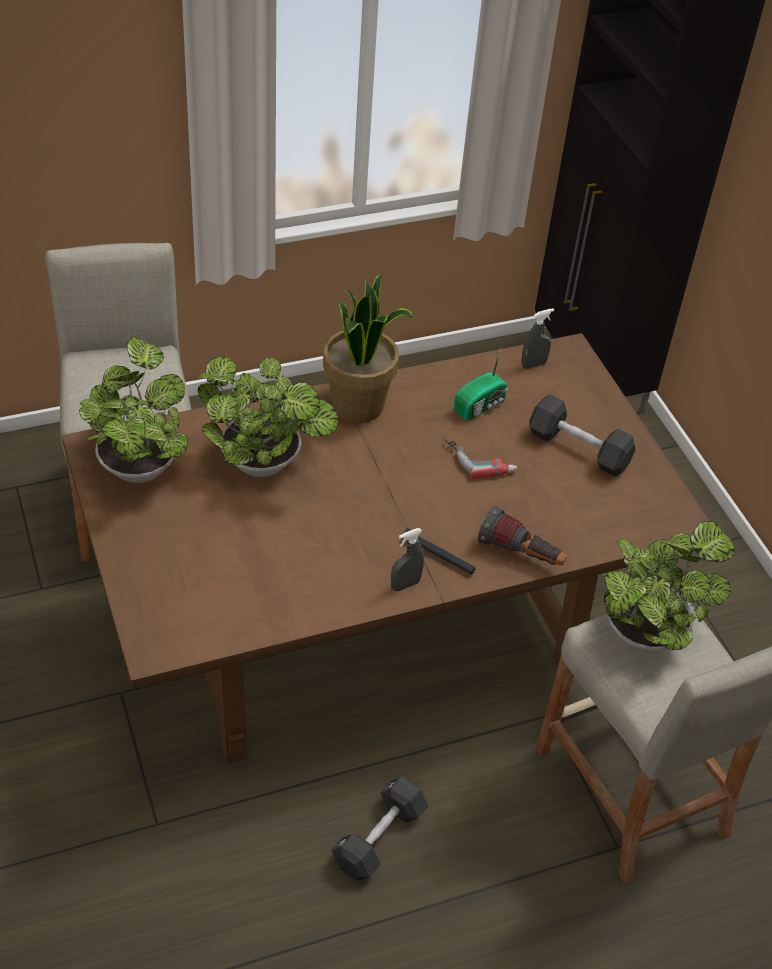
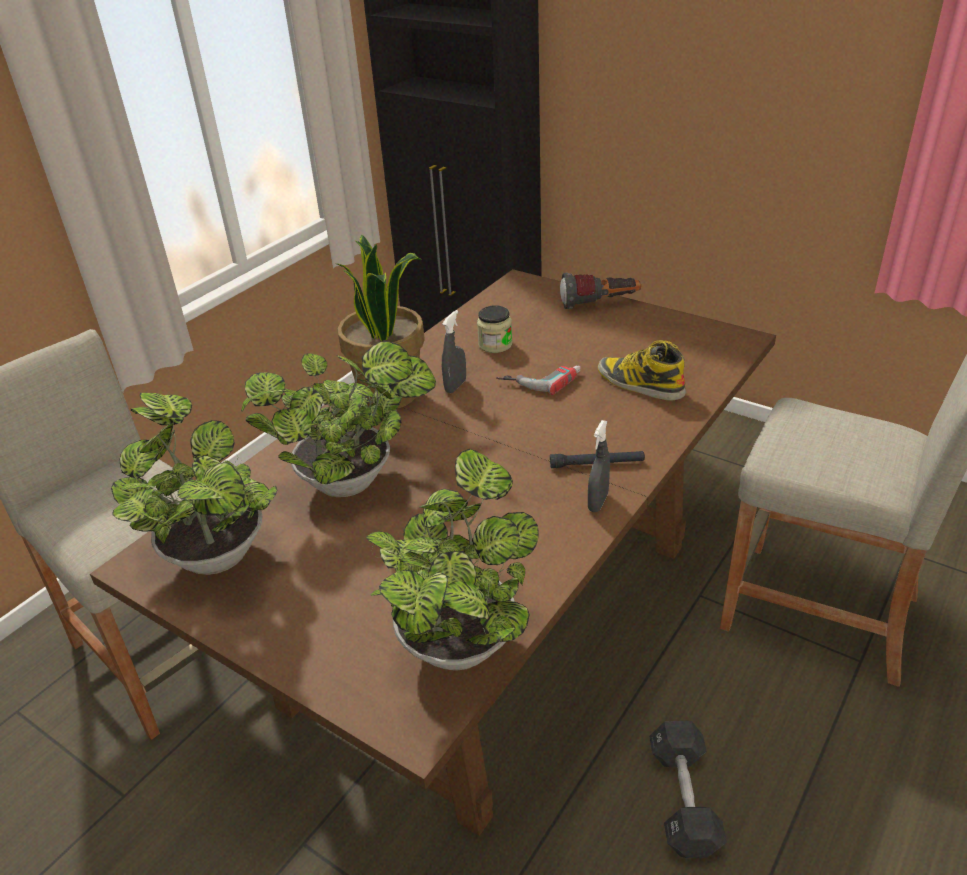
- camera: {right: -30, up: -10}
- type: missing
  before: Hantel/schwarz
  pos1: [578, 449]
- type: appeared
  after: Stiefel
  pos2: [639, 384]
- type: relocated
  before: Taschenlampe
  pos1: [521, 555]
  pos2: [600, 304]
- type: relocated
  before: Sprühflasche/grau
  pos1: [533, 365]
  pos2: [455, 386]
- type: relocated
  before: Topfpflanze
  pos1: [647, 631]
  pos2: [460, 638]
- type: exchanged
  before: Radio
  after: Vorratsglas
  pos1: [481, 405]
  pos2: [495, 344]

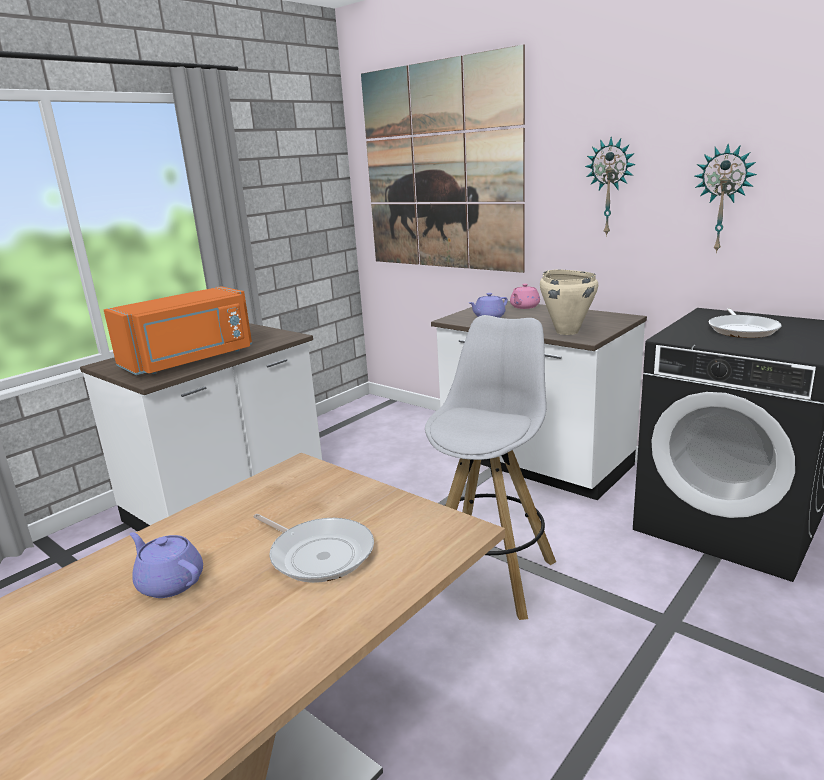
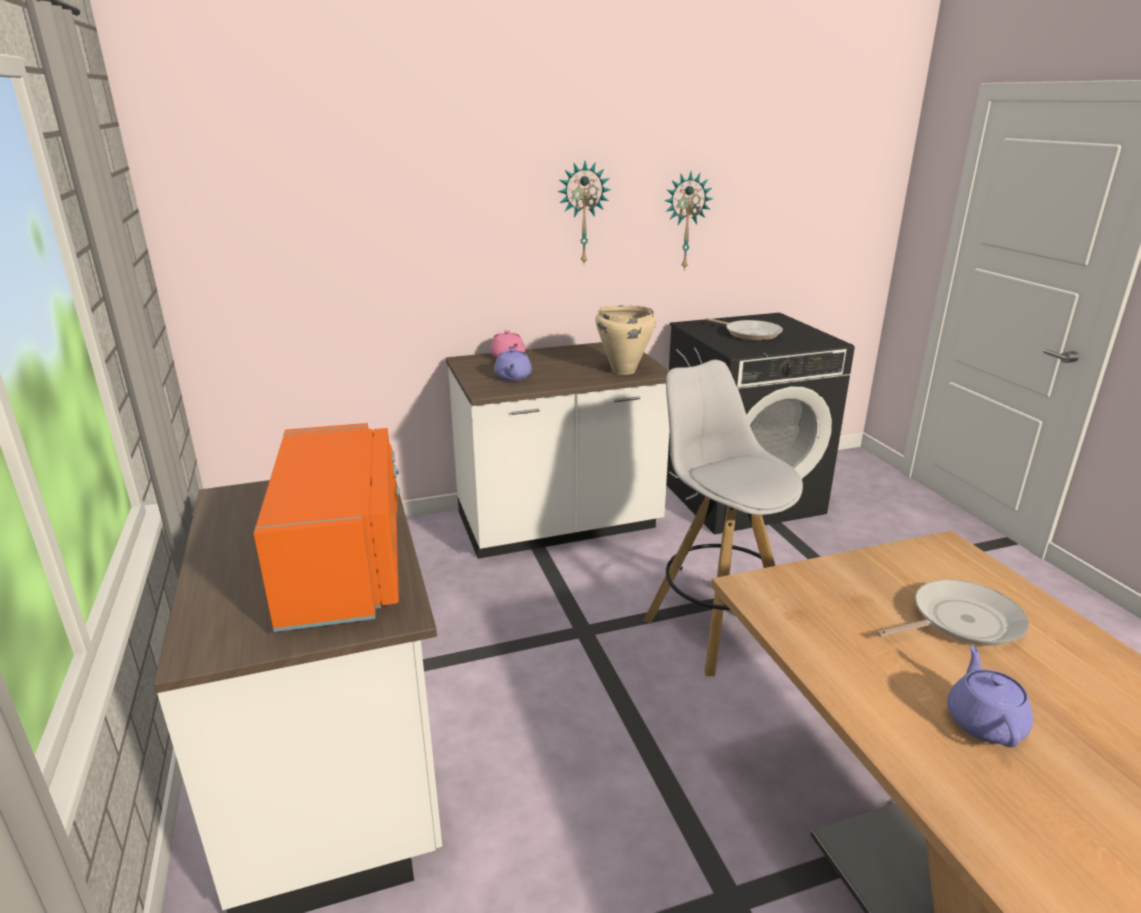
- camera: {right: -60, up: 5}
- type: missing
  before: Bild
  pos1: [440, 168]
- type: spun
  before: Teekanne/lila
  pos1: [170, 582]
  pos2: [984, 722]
  turn: 120

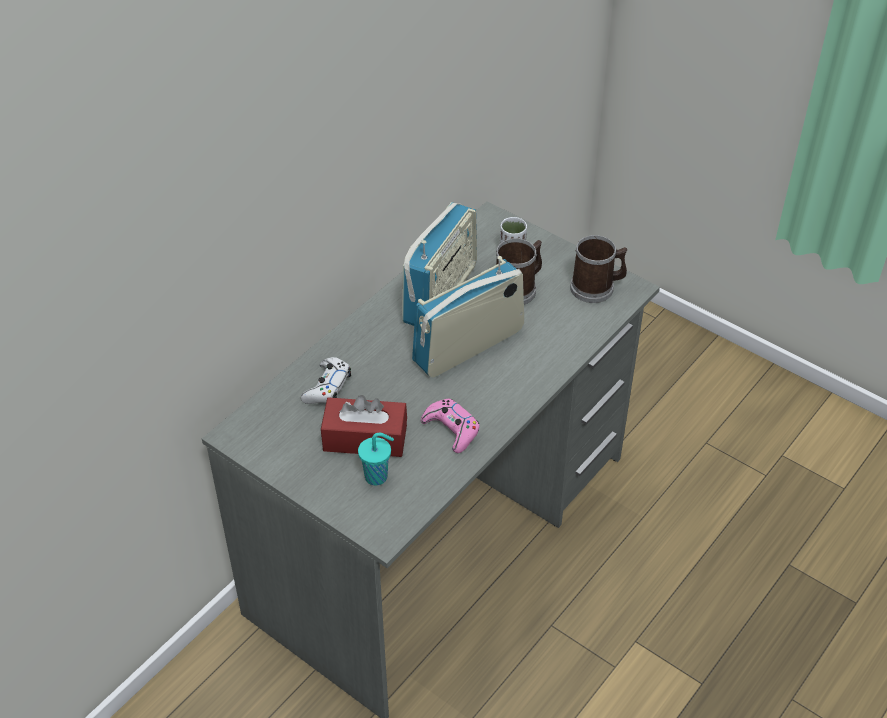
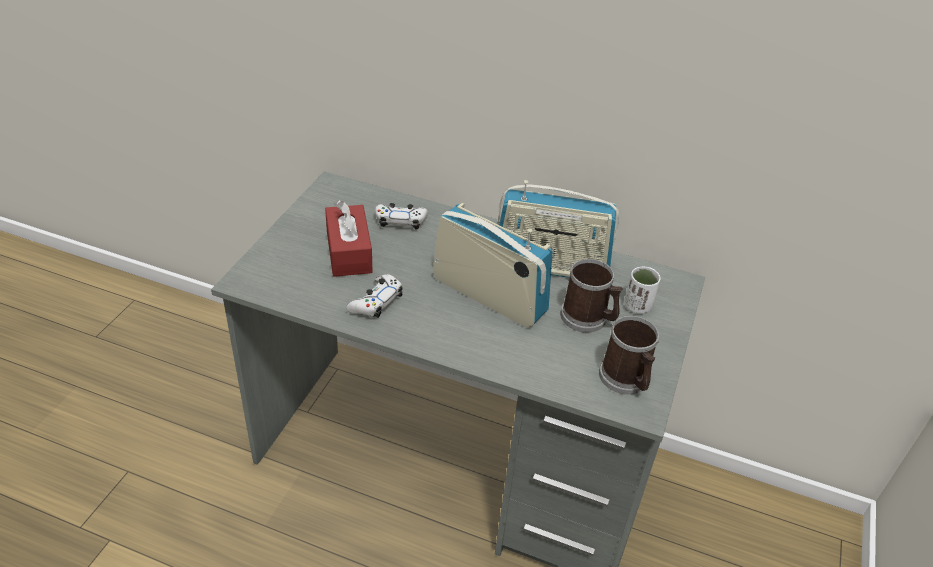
- camera: {right: 70, up: -5}
- type: missing
  before: Tasse/türkis
  pos1: [377, 477]
- type: colour
  before: Gamepad/rosa
  after: Gamepad/weiß
  pos1: [451, 429]
  pos2: [376, 302]

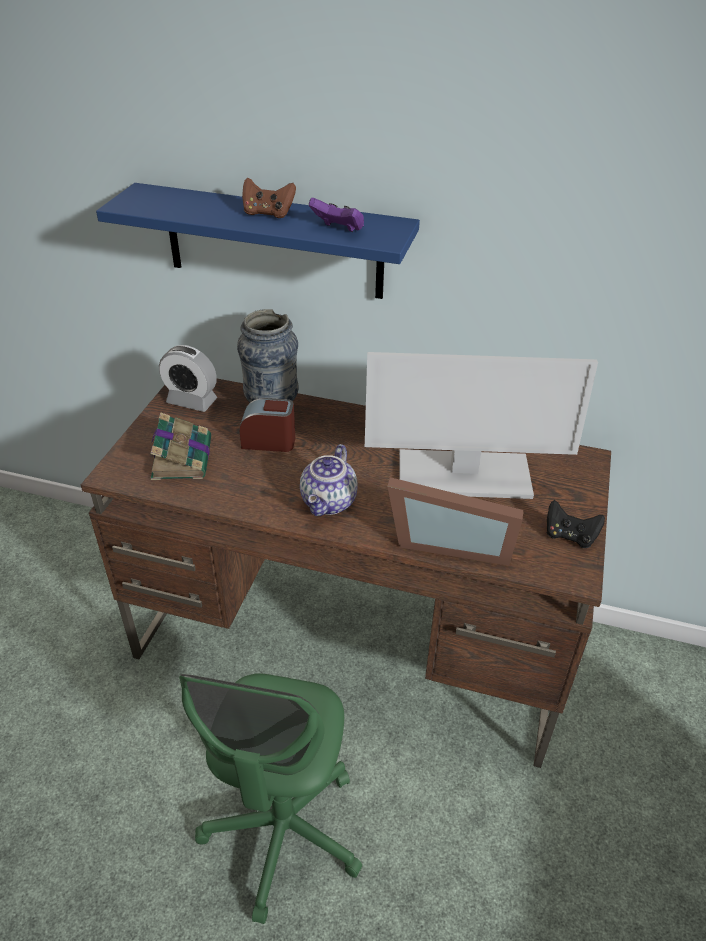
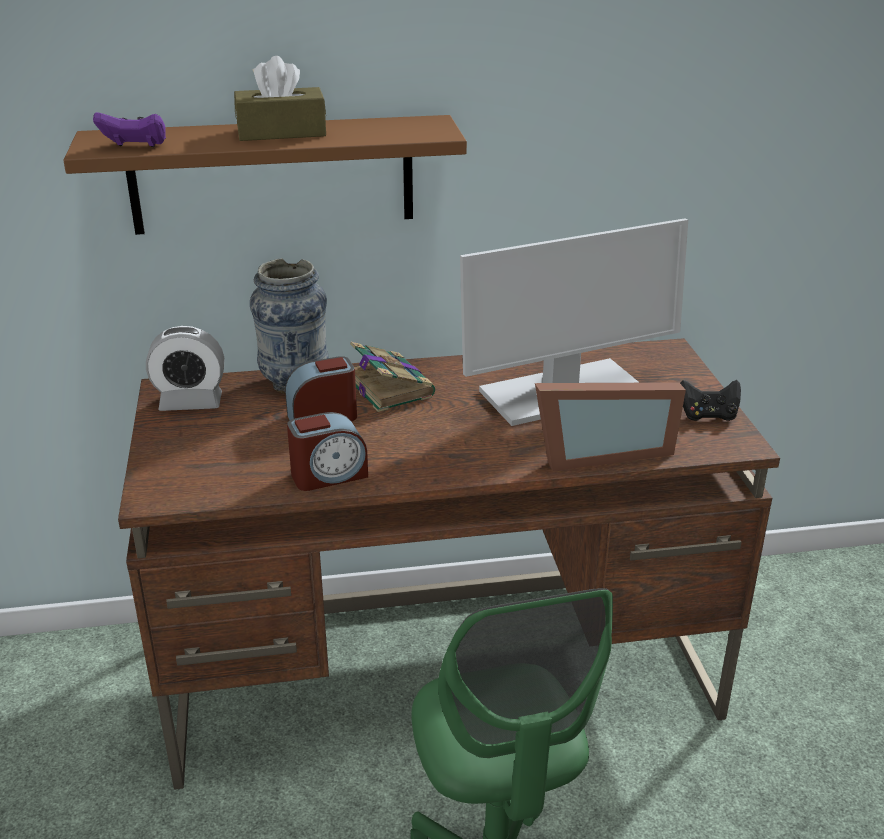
- camera: {right: -25, up: -10}
- type: missing
  before: Teekanne
  pos1: [330, 502]
- type: appeared
  after: Wecker
  pos2: [328, 475]
- type: relocated
  before: Buch
  pos1: [182, 457]
  pos2: [389, 387]
- type: relocated
  before: Gamepad/lila
  pos1: [338, 229]
  pos2: [136, 147]
- type: exchanged
  before: Gamepad/braun
  after: Taschentuchbox/braun
  pos1: [268, 213]
  pos2: [281, 132]
- type: colour
  before: Wandregal/blau
  after: Wandregal/braun
  pos1: [273, 242]
  pos2: [272, 175]

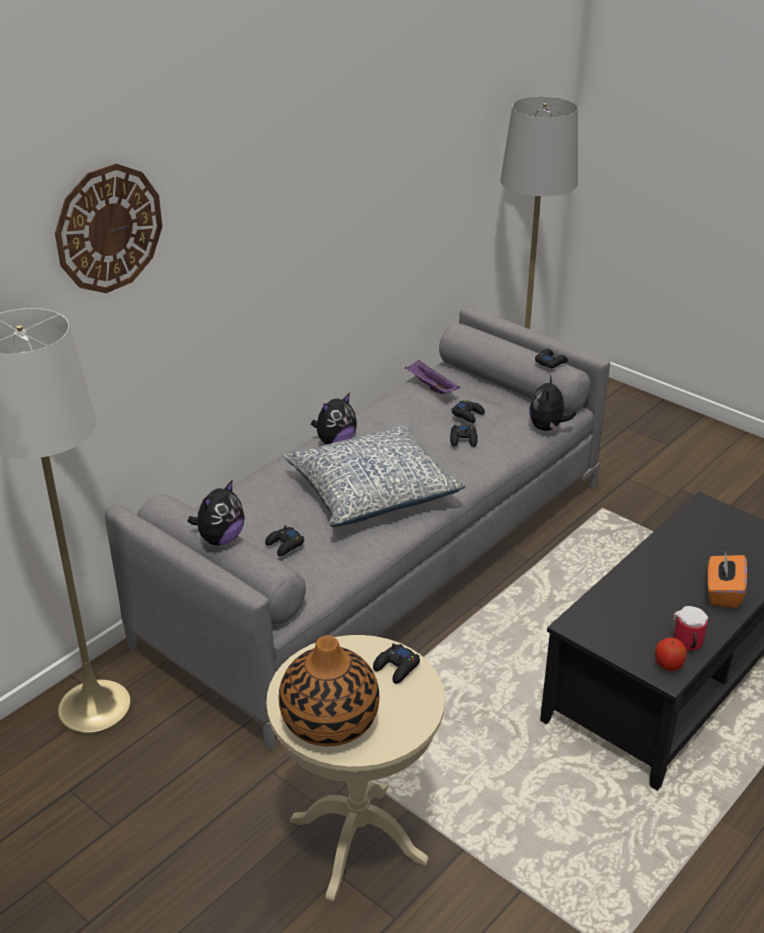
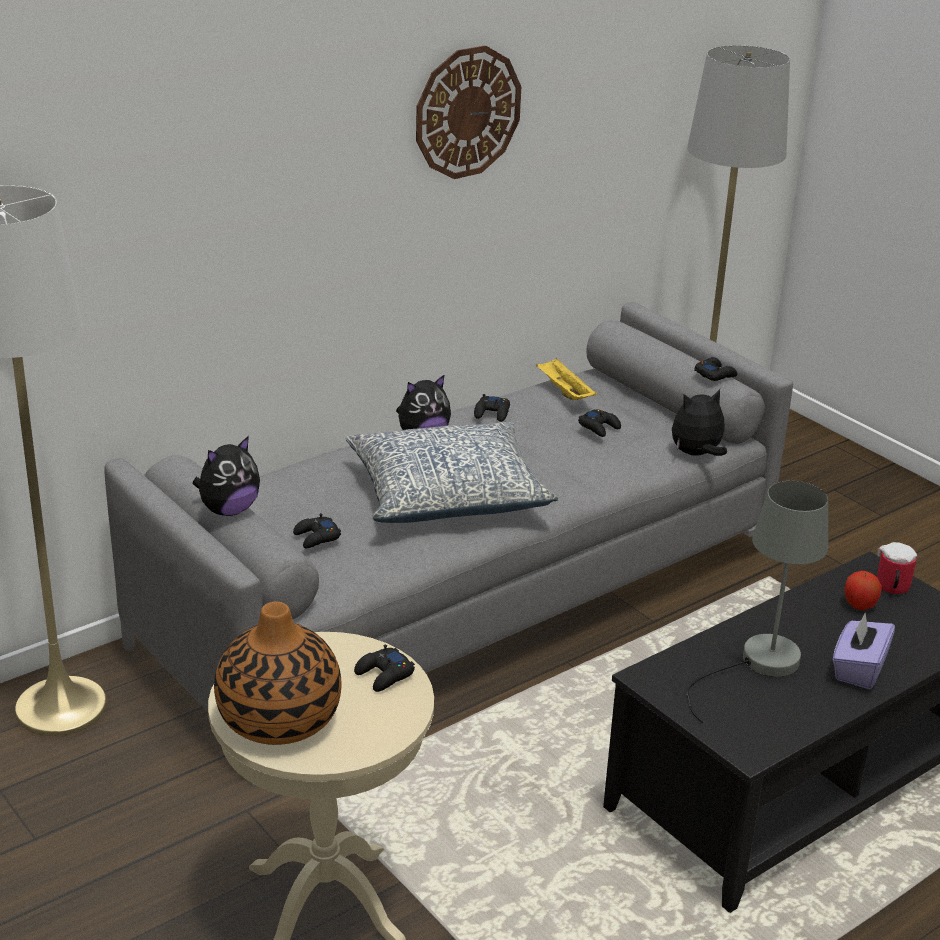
- camera: {right: 10, up: -5}
- type: appeared
  after: Tischlampe/grau
  pos2: [757, 666]
- type: relocated
  before: Wanduhr
  pos1: [108, 228]
  pos2: [467, 112]
- type: relocated
  before: Gamepad/schwarz
  pos1: [463, 439]
  pos2: [492, 413]
- type: relocated
  before: Apfel
  pos1: [668, 665]
  pos2: [859, 605]
- type: relocated
  before: Henkelbecher
  pos1: [687, 644]
  pos2: [891, 588]
- type: colour
  before: Tablett/lila
  after: Tablett/gelb
  pos1: [430, 387]
  pos2: [564, 392]
- type: colour
  before: Taschentuchbox/orange
  after: Taschentuchbox/lila
  pos1: [722, 592]
  pos2: [858, 669]
- type: spun
  before: Plüschtier
  pos1: [547, 428]
  pos2: [696, 454]
  turn: 45

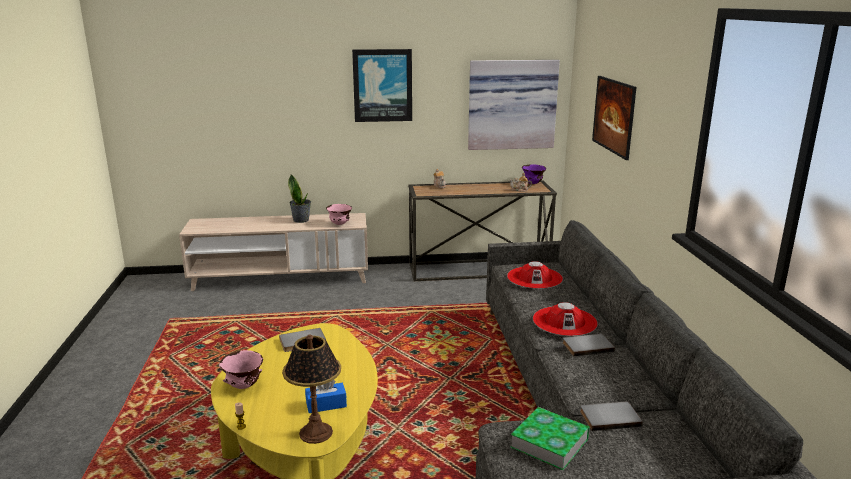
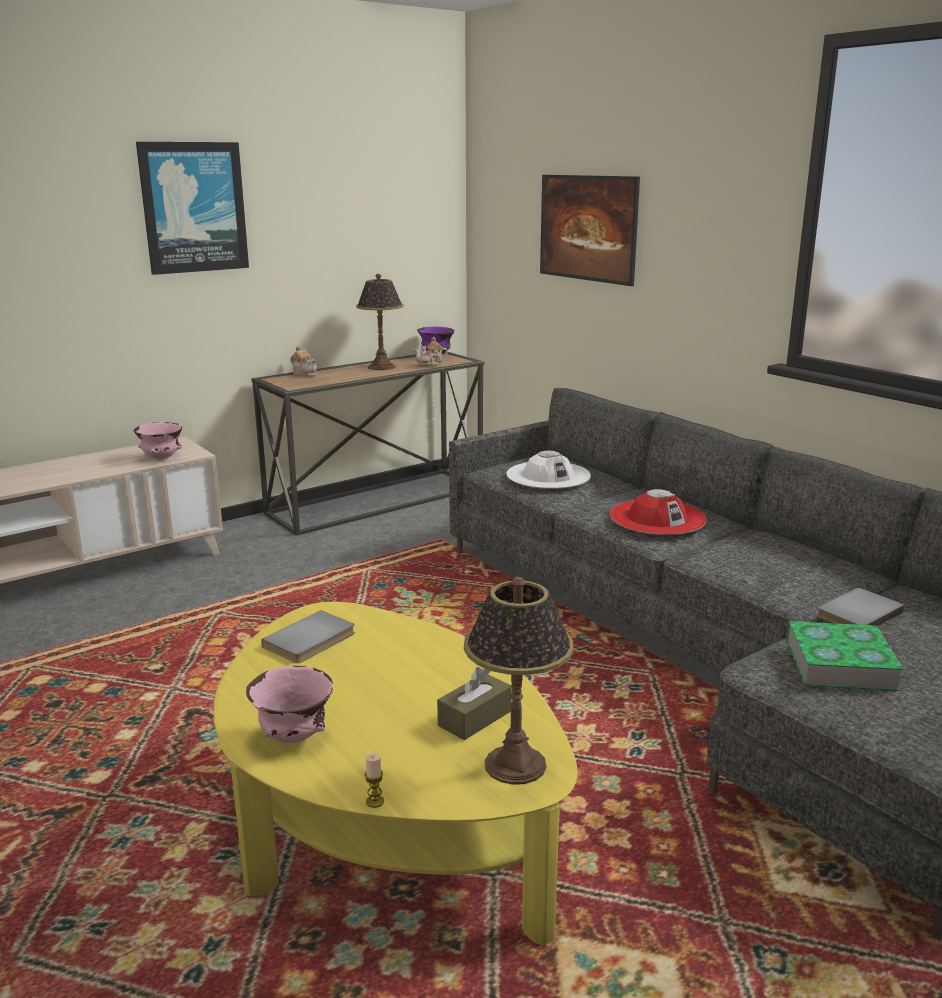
- camera: {right: -30, up: 0}
- type: missing
  before: Topfpflanze
  pos1: [301, 220]
- type: missing
  before: Bild
  pos1: [511, 104]
- type: missing
  before: Buch/grau
  pos1: [587, 346]
- type: appeared
  after: Tischlampe
  pos2: [381, 367]
- type: colour
  before: Taschentuchbox/blau
  after: Taschentuchbox/braun
  pos1: [326, 404]
  pos2: [474, 718]
- type: colour
  before: Hut/rot
  after: Hut/weiß
  pos1: [534, 278]
  pos2: [548, 475]

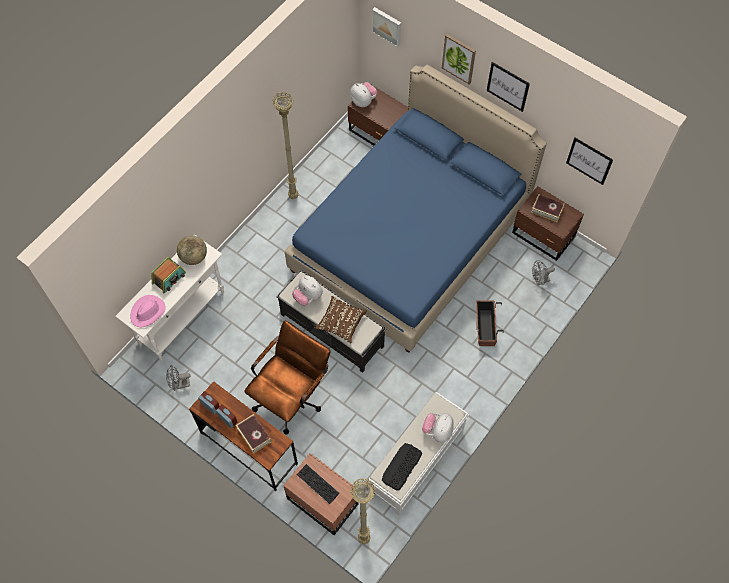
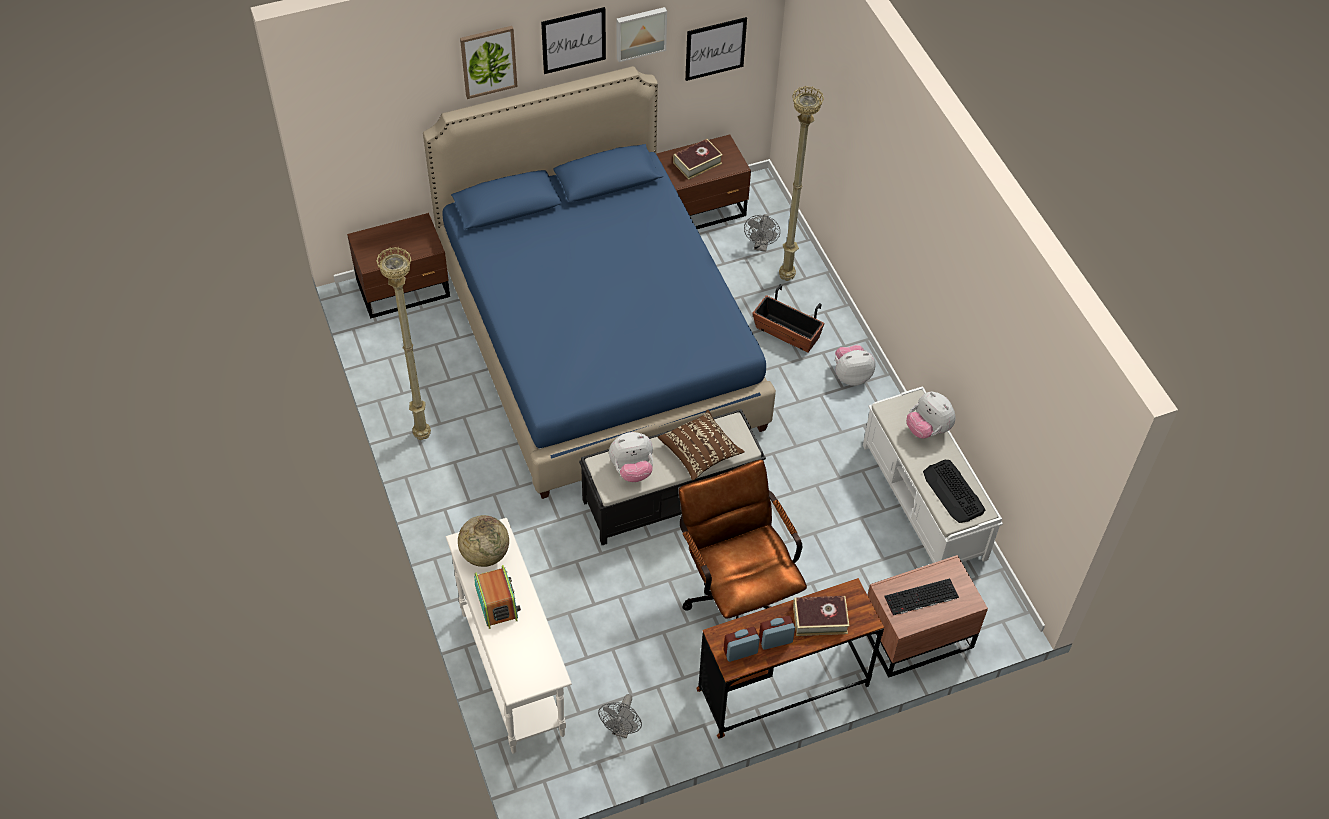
- camera: {right: -60, up: -10}
- type: missing
  before: Hut/rosa
  pos1: [148, 312]
- type: relocated
  before: Plüschtier
  pos1: [363, 101]
  pos2: [851, 375]
- type: relocated
  before: Stehlampe/beige
  pos1: [363, 539]
  pos2: [786, 278]
- type: relocated
  before: Bild
  pos1: [387, 26]
  pos2: [640, 32]

